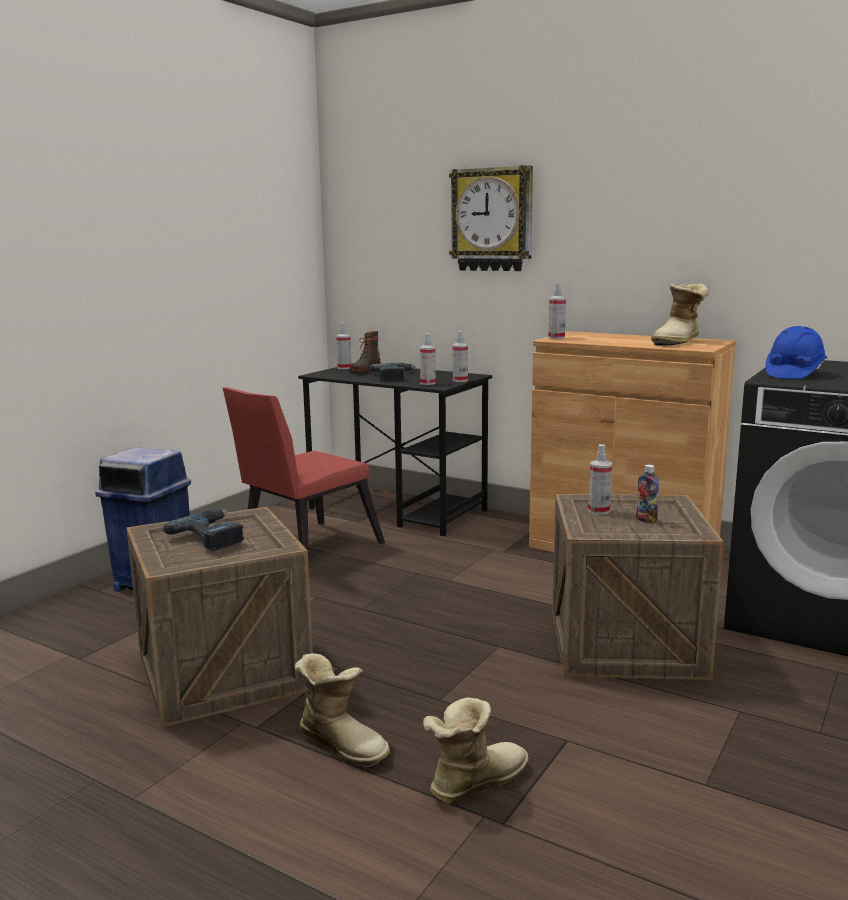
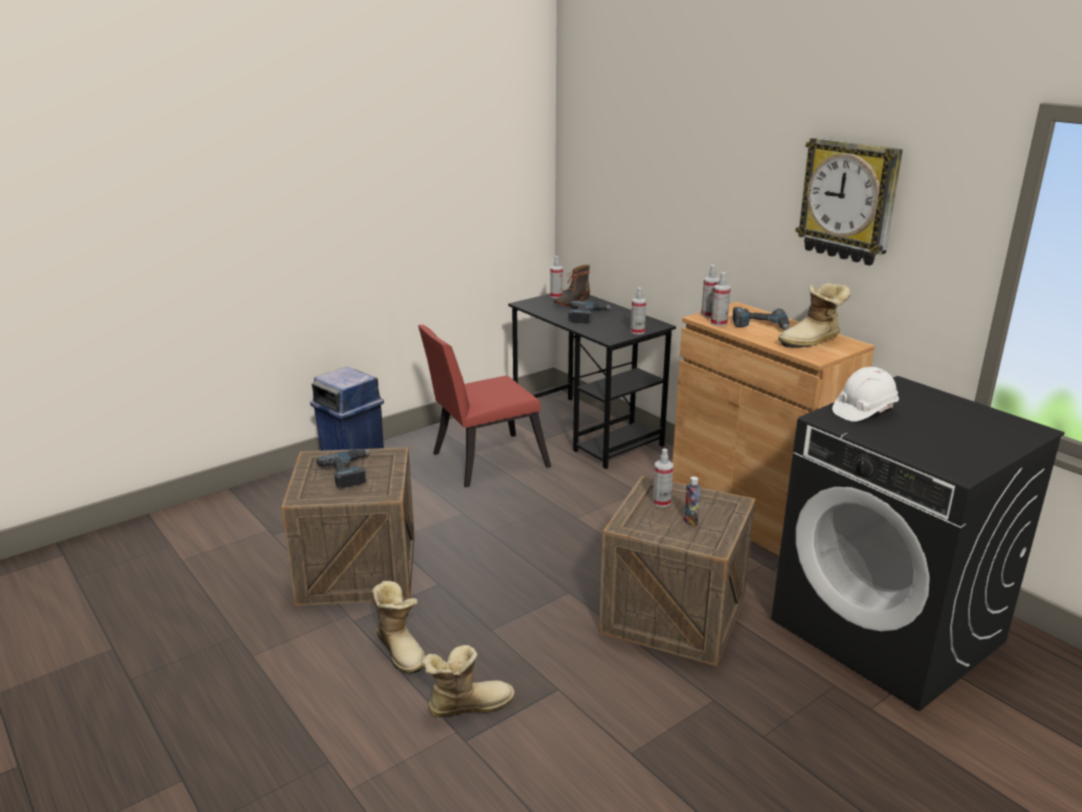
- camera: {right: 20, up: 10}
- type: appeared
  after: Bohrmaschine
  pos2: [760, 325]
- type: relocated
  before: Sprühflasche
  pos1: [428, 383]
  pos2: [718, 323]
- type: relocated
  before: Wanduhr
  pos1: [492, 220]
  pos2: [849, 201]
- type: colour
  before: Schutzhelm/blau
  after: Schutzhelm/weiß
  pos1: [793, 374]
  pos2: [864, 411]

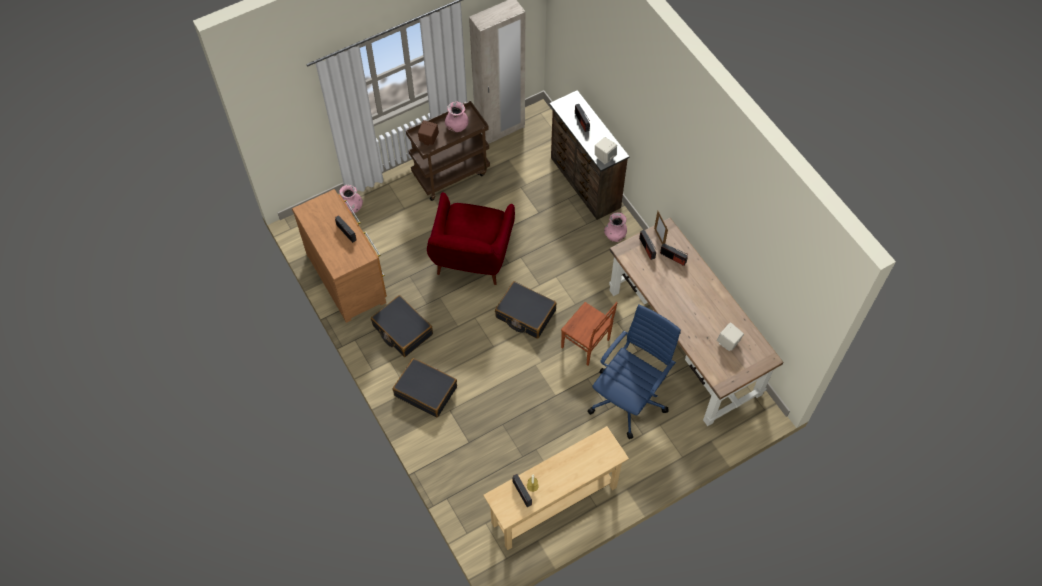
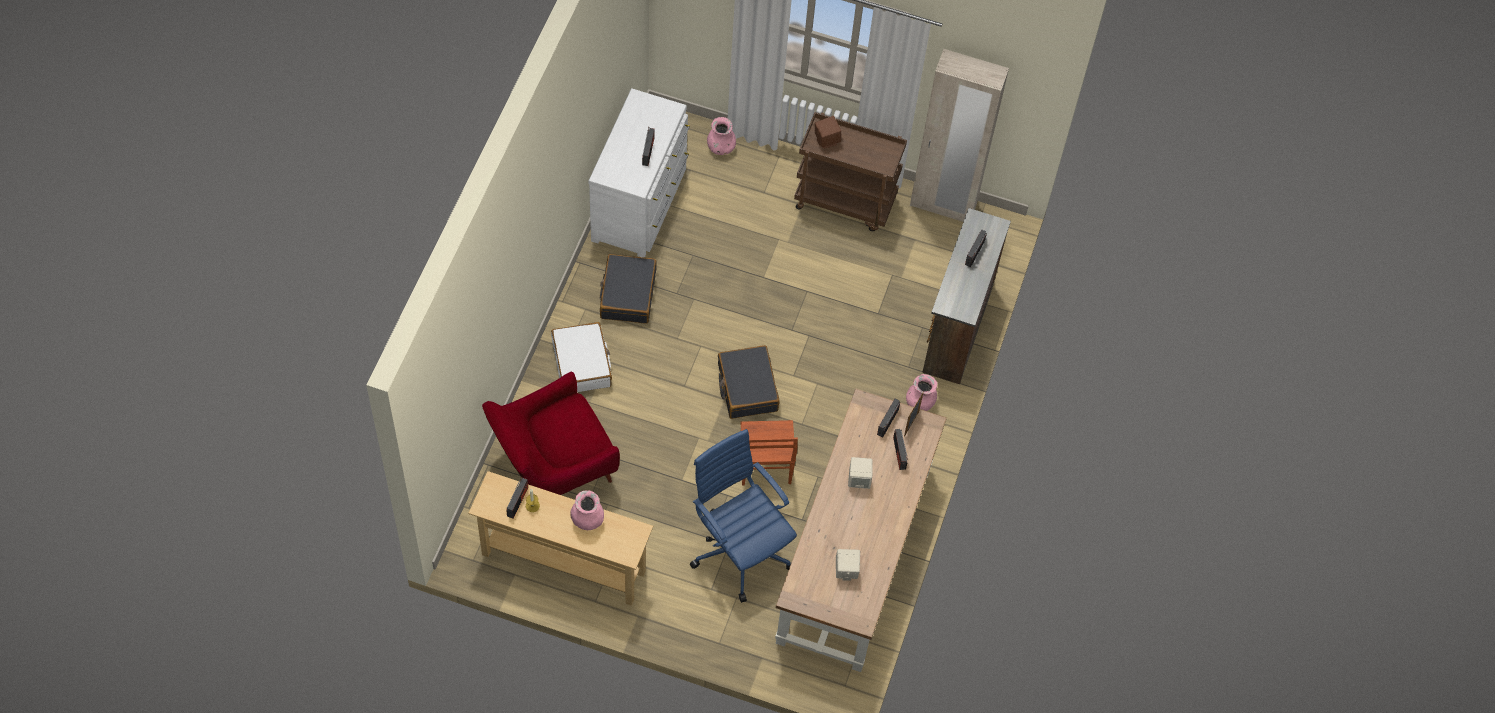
- camera: {right: 45, up: 0}
- type: relocated
  before: Sessel/rot
  pos1: [471, 259]
  pos2: [552, 468]
- type: relocated
  before: Vase/rosa
  pos1: [457, 127]
  pos2: [587, 519]
- type: relocated
  before: Lautsprecher/beige
  pos1: [605, 157]
  pos2: [859, 480]
- type: colour
  before: Kommode/braun
  after: Kommode/weiß
  pos1: [348, 276]
  pos2: [641, 204]
- type: colour
  before: Koffer/schwarz
  after: Koffer/weiß
  pos1: [426, 391]
  pos2: [582, 364]
- type: spun
  before: Bürostuhl/blau
  pos1: [629, 398]
  pos2: [740, 549]
  turn: -120

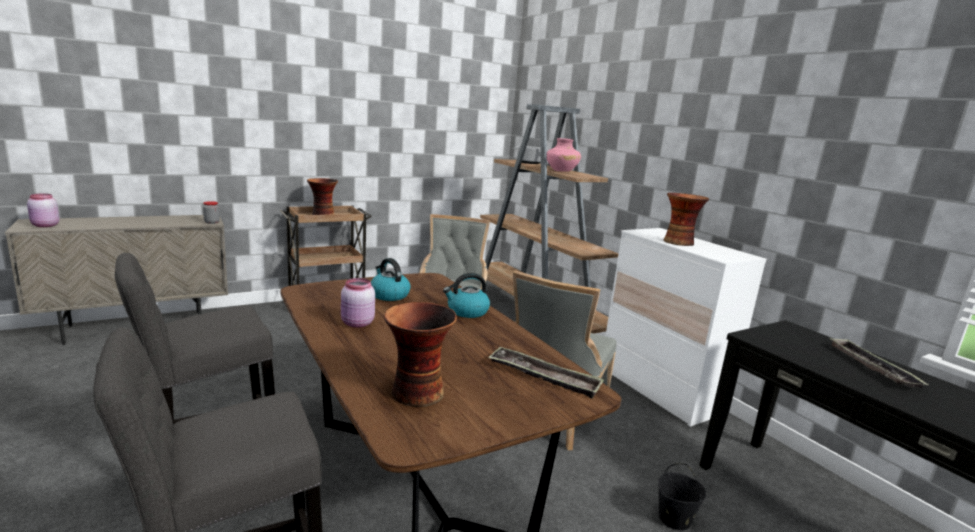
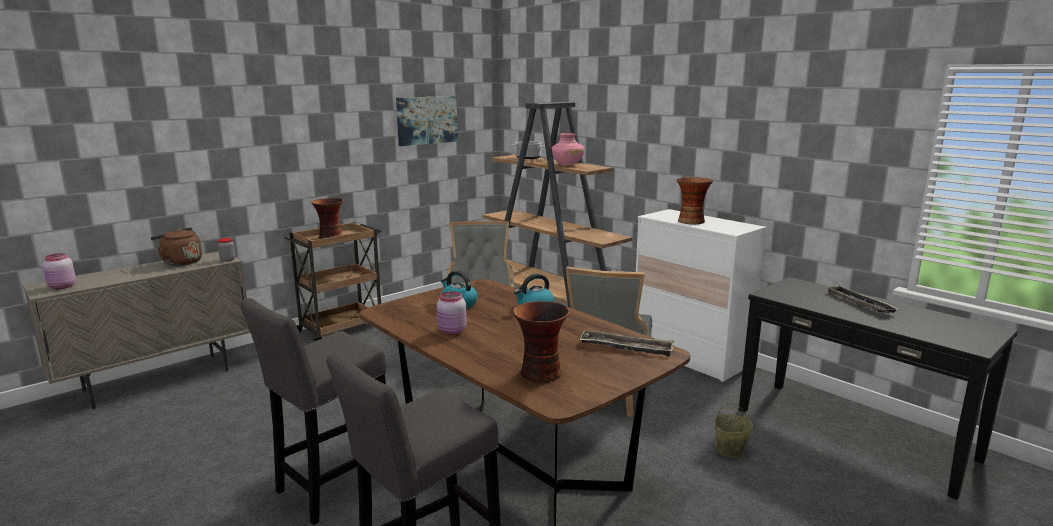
- camera: {right: -10, up: 0}
- type: appeared
  after: Wasserkessel/braun
  pos2: [180, 262]
- type: appeared
  after: Bild
  pos2: [427, 120]
- type: colour
  before: Eimer/schwarz
  after: Eimer/beige
  pos1: [673, 519]
  pos2: [730, 451]

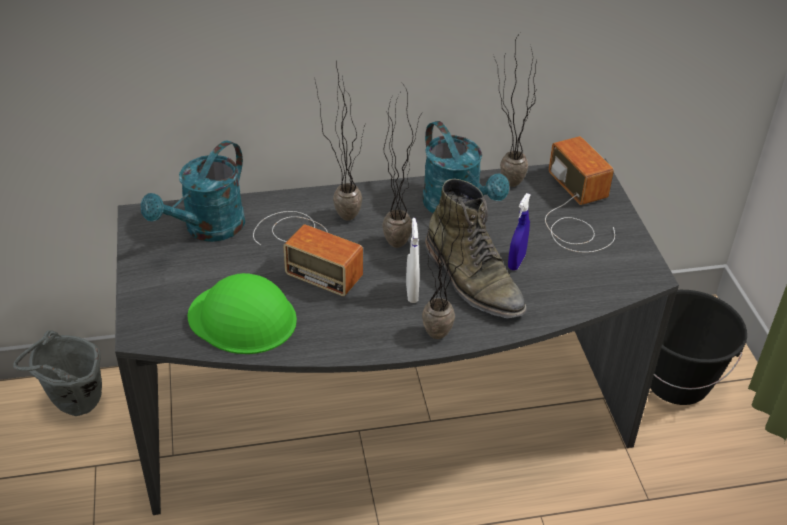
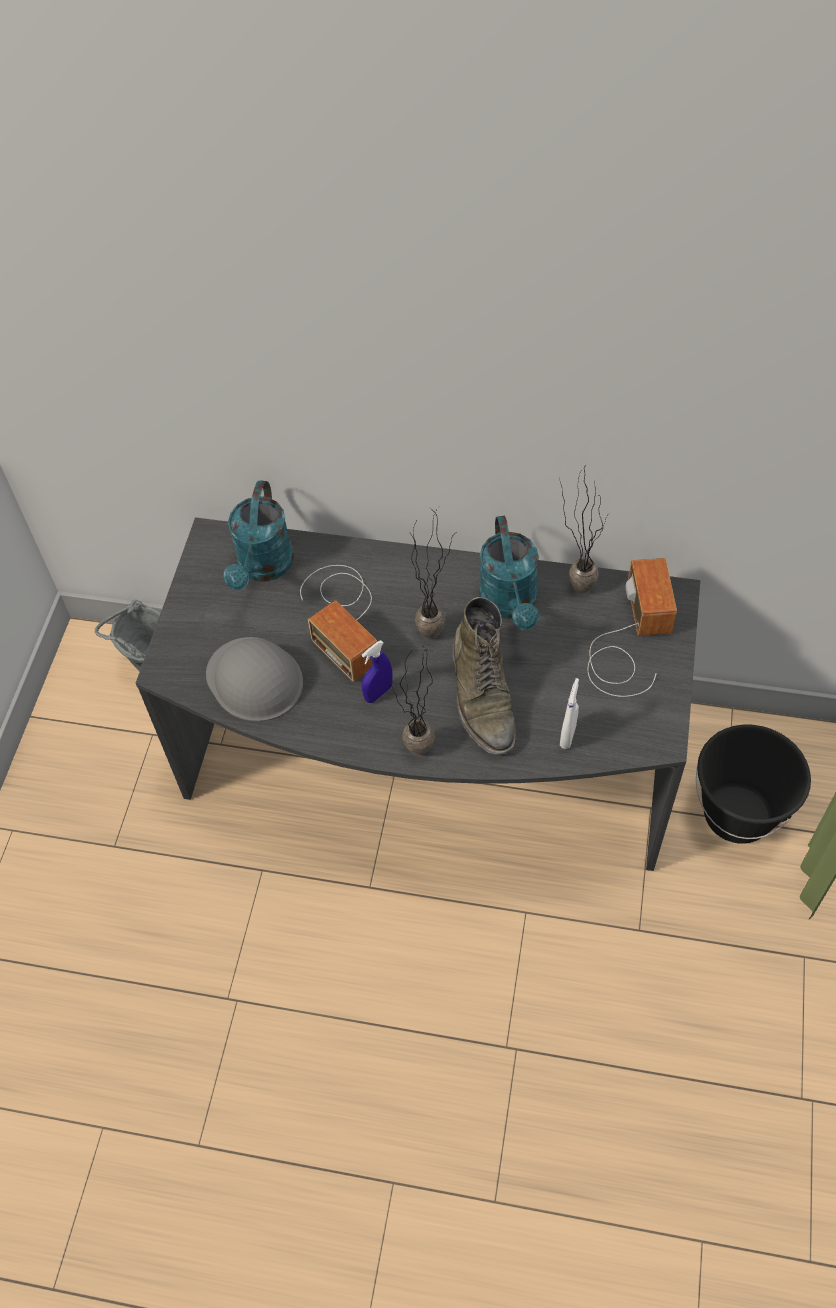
- camera: {right: 25, up: 15}
- type: missing
  before: Topfpflanze
  pos1: [342, 212]
- type: relocated
  before: Sprühflasche/weiß
  pos1: [412, 293]
  pos2: [567, 736]
- type: relocated
  before: Sprühflasche/blau
  pos1: [516, 262]
  pos2: [378, 693]
- type: colour
  before: Schutzhelm/grün
  after: Schutzhelm/grau
  pos1: [243, 318]
  pos2: [254, 679]
- type: spun
  before: Gießkanne/türkis
  pos1: [207, 229]
  pos2: [263, 568]
  turn: -45

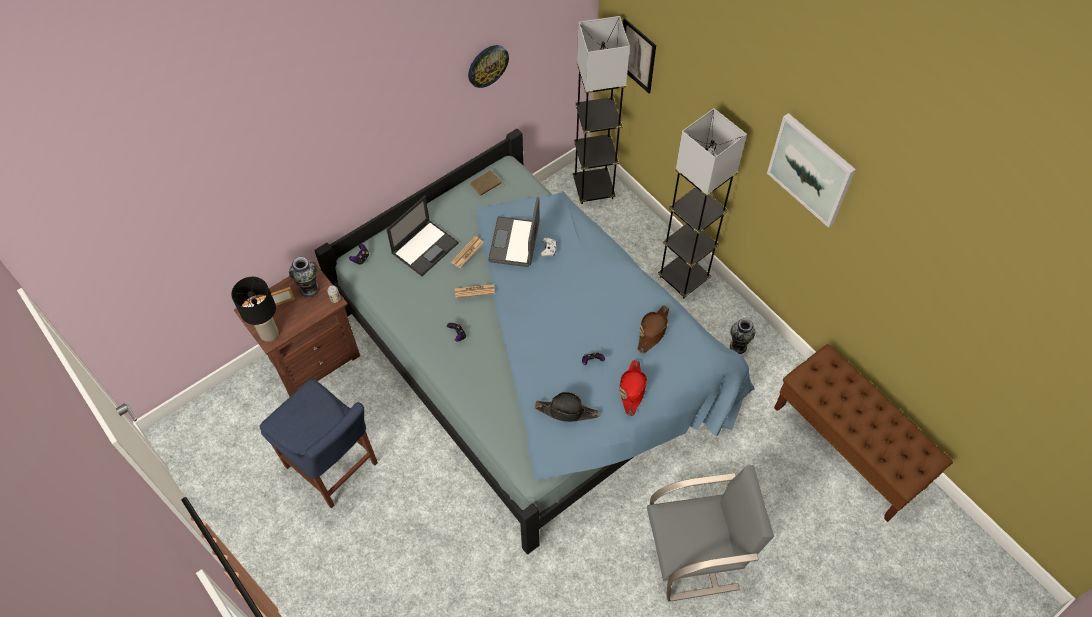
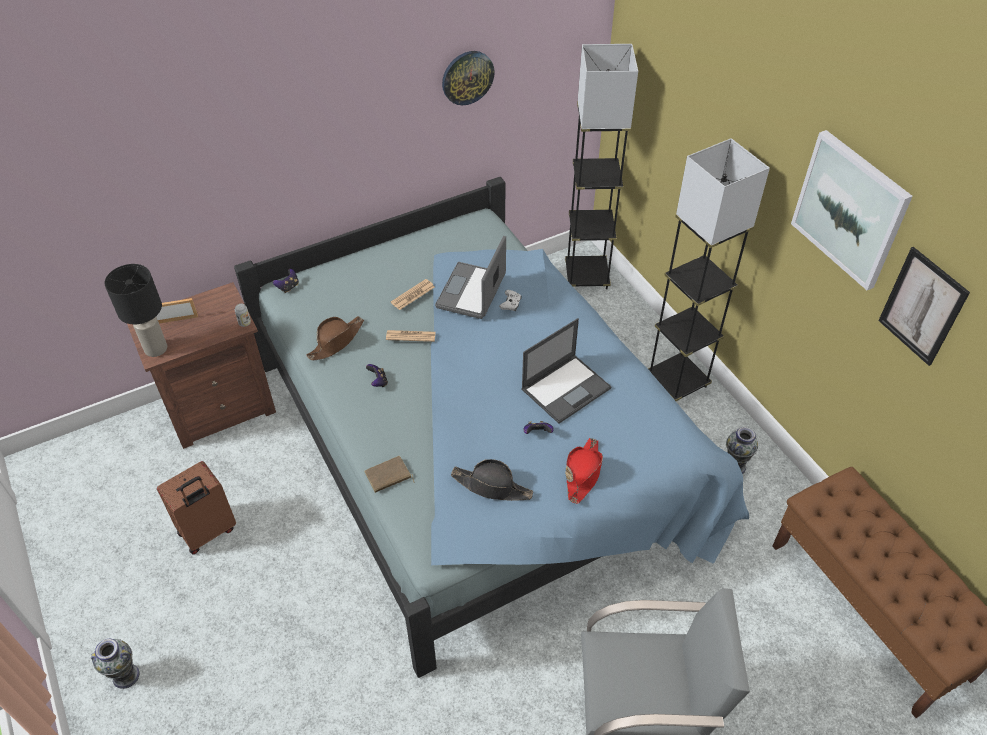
- camera: {right: 10, up: -10}
- type: relocated
  before: Vase
  pos1: [309, 289]
  pos2: [126, 676]
- type: relocated
  before: Laptop
  pos1: [425, 247]
  pos2: [566, 388]
- type: relocated
  before: Buch/braun
  pos1: [486, 185]
  pos2: [388, 477]
- type: relocated
  before: Bild
  pos1: [637, 56]
  pos2: [922, 306]
- type: relocated
  before: Hut/braun
  pos1: [653, 331]
  pos2: [336, 341]
- type: exchanged
  before: Stuhl/blau
  after: Koffer/braun
  pos1: [334, 468]
  pos2: [208, 532]

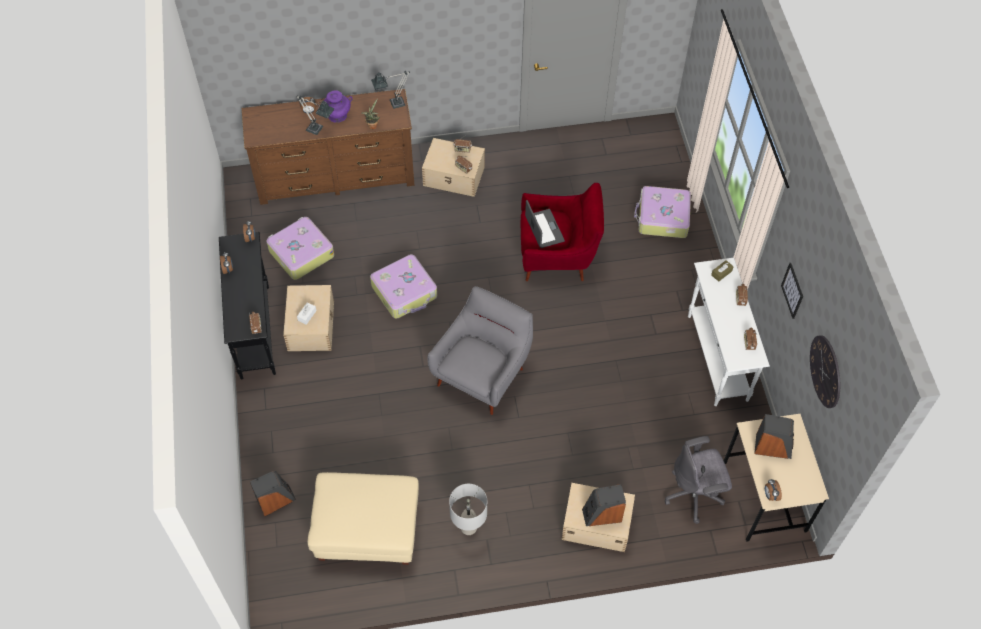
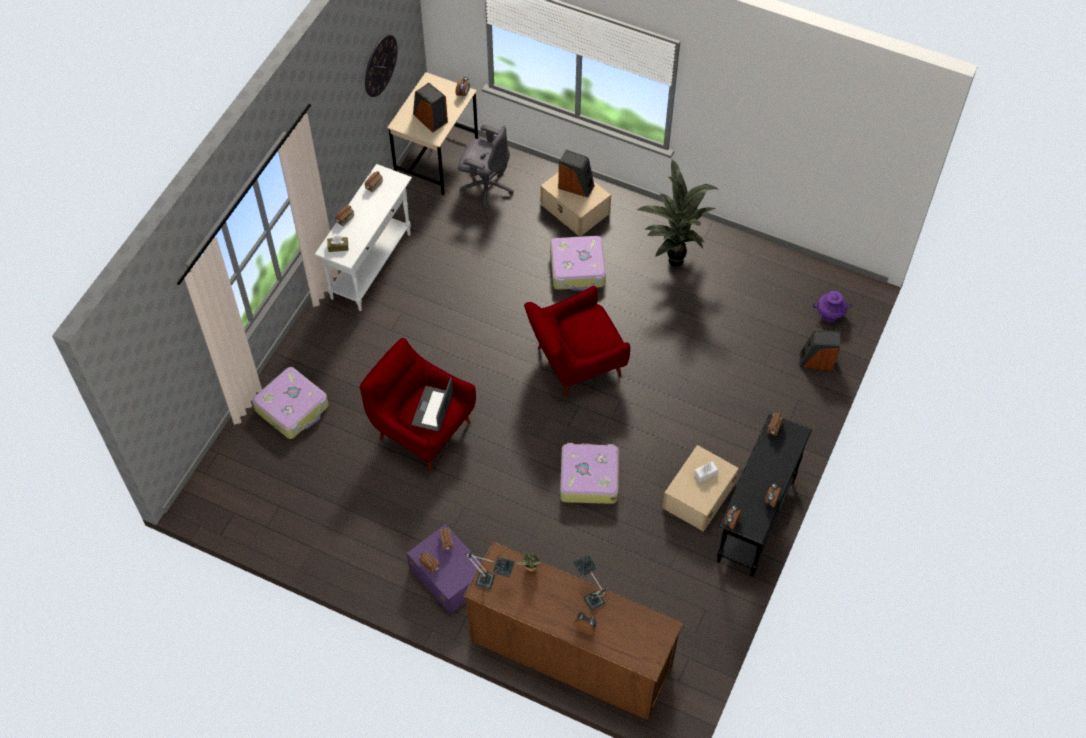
- camera: {right: -145, up: 0}
- type: missing
  before: Polsterhocker/beige
  pos1: [367, 531]
- type: missing
  before: Bild
  pos1: [792, 290]
- type: relocated
  before: Koffer
  pos1: [300, 253]
  pos2: [578, 269]
- type: relocated
  before: Vase/lila
  pos1: [337, 115]
  pos2: [829, 314]
- type: exchanged
  before: Tischlampe/grau
  after: Topfpflanze
  pos1: [468, 528]
  pos2: [674, 257]
- type: colour
  before: Aufbewahrungsbox/beige
  after: Aufbewahrungsbox/lila
  pos1: [454, 176]
  pos2: [448, 575]
- type: colour
  before: Sessel/grau
  after: Sessel/rot
  pos1: [482, 374]
  pos2: [574, 363]

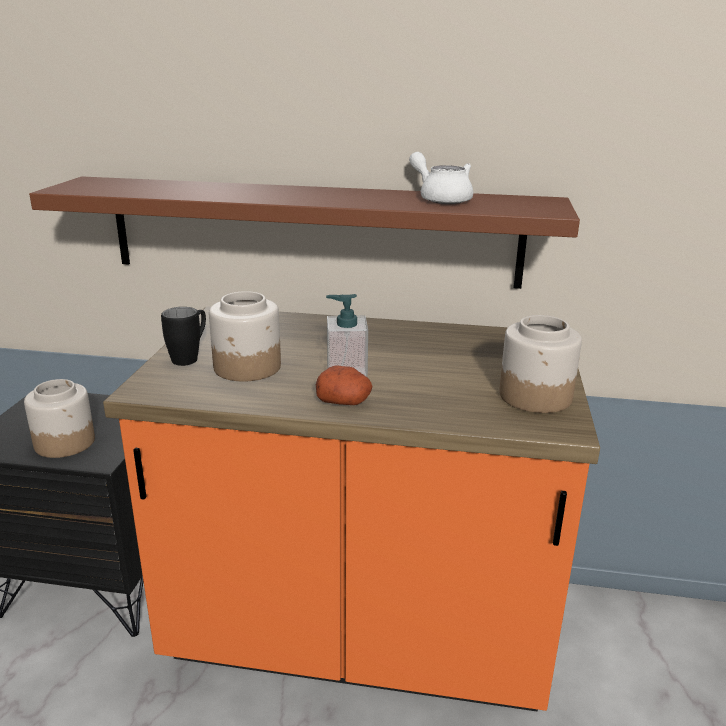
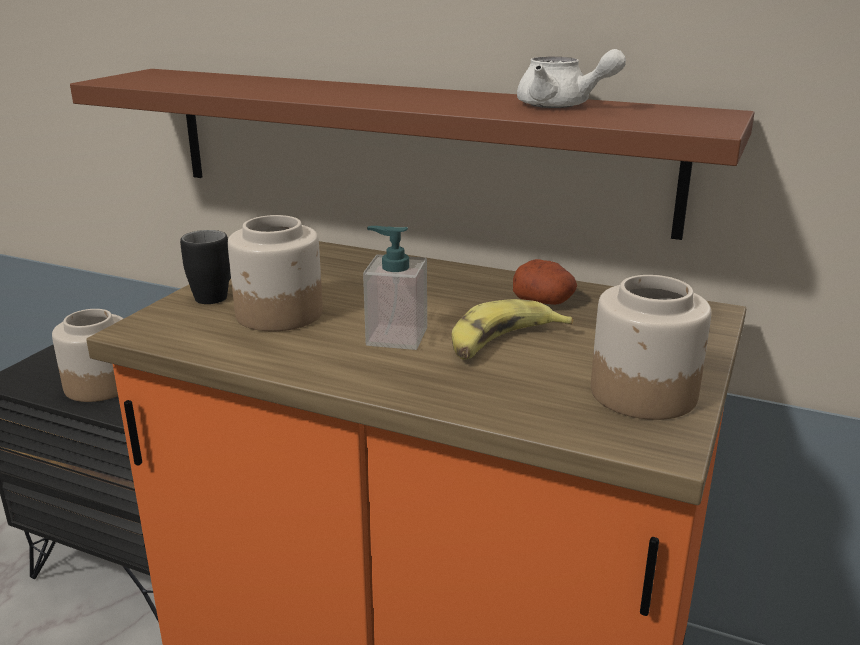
- camera: {right: 15, up: 0}
- type: appeared
  after: Banane
  pos2: [502, 344]
- type: relocated
  before: Kartoffel
  pos1: [345, 402]
  pos2: [544, 301]
- type: spun
  before: Teekanne/weiß
  pos1: [441, 199]
  pos2: [562, 106]
  turn: 150

